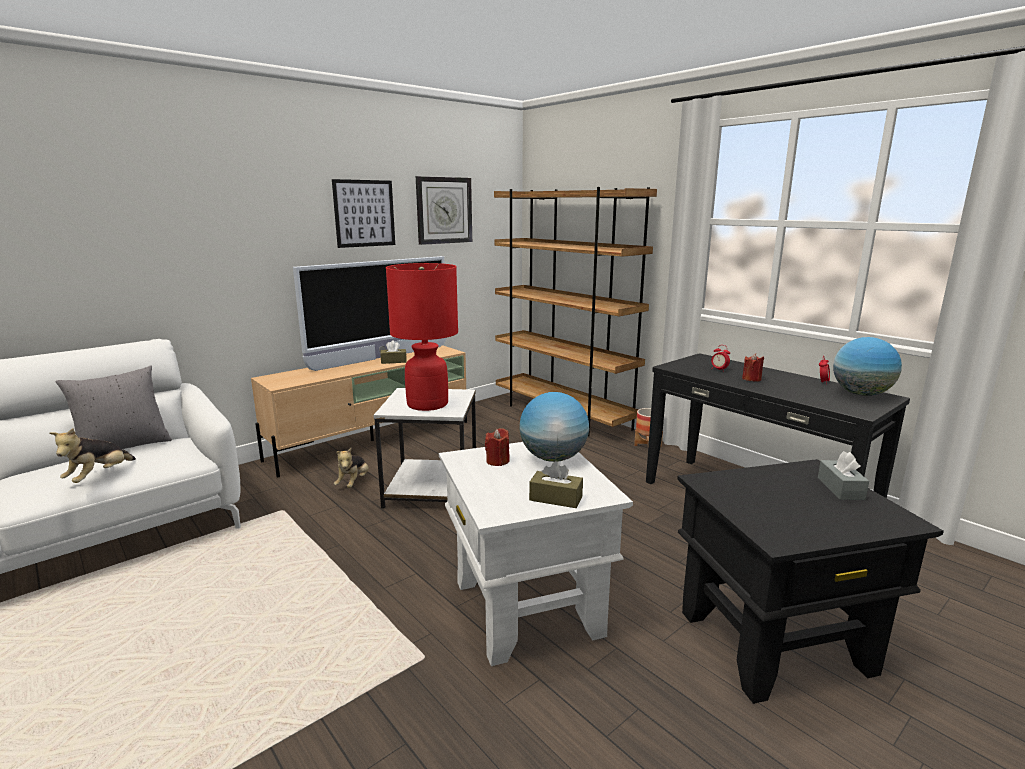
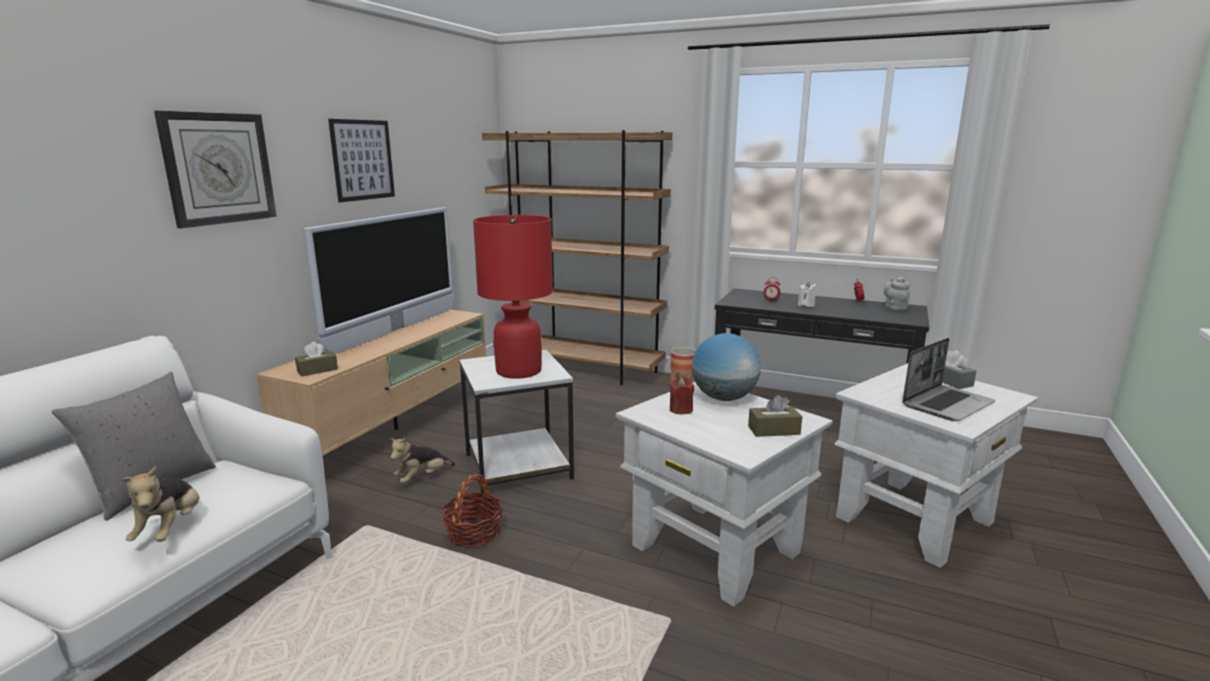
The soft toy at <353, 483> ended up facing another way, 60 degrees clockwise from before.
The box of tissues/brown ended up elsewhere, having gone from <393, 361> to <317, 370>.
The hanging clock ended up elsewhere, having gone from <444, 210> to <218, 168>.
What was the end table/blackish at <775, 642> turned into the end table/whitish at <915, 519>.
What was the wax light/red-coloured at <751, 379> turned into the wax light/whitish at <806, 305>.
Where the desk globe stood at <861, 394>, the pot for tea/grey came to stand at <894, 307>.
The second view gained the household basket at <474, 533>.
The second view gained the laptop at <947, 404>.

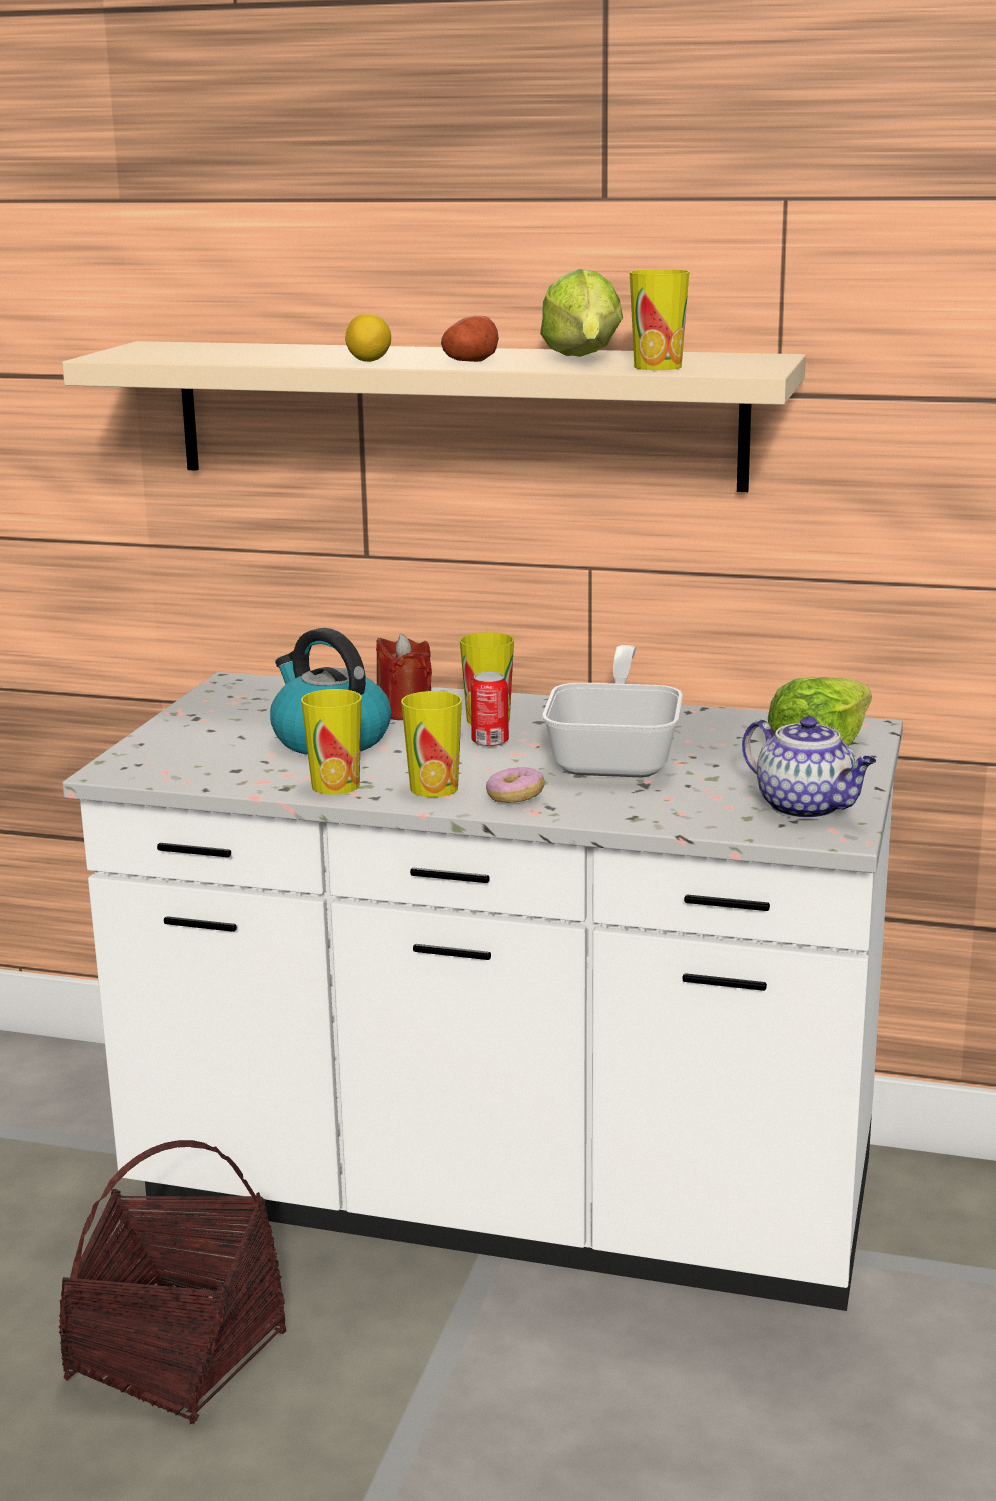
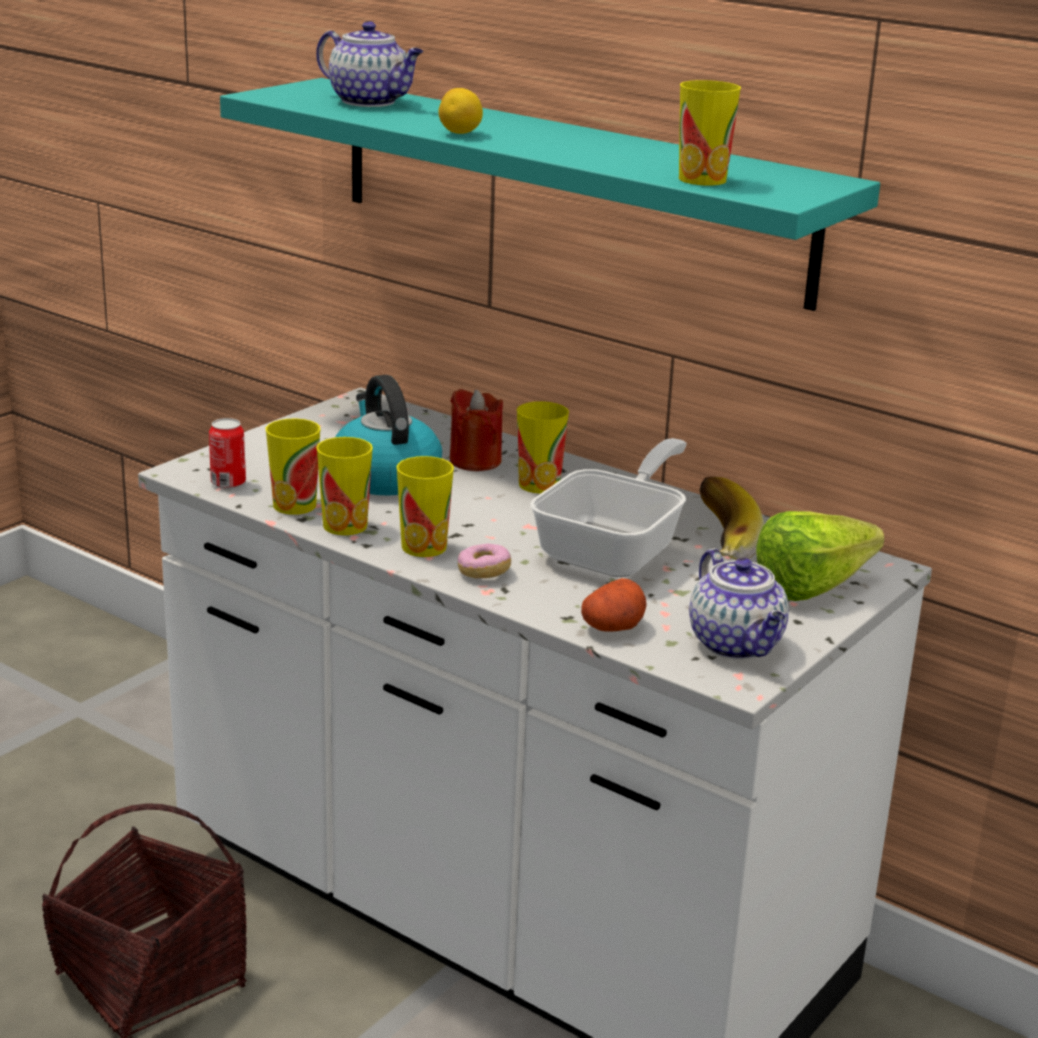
What was the shelf/sand-coloured at <455, 414> turned into the shelf/blue-green at <567, 188>.
The potato ended up elsewhere, having gone from <471, 362> to <613, 627>.
The can ended up elsewhere, having gone from <490, 742> to <228, 483>.
The second view lost the lettuce at <582, 362>.
The second view gained the small cup at <294, 505>.
The second view gained the pot for tea at <371, 102>.
The second view gained the banana at <716, 540>.

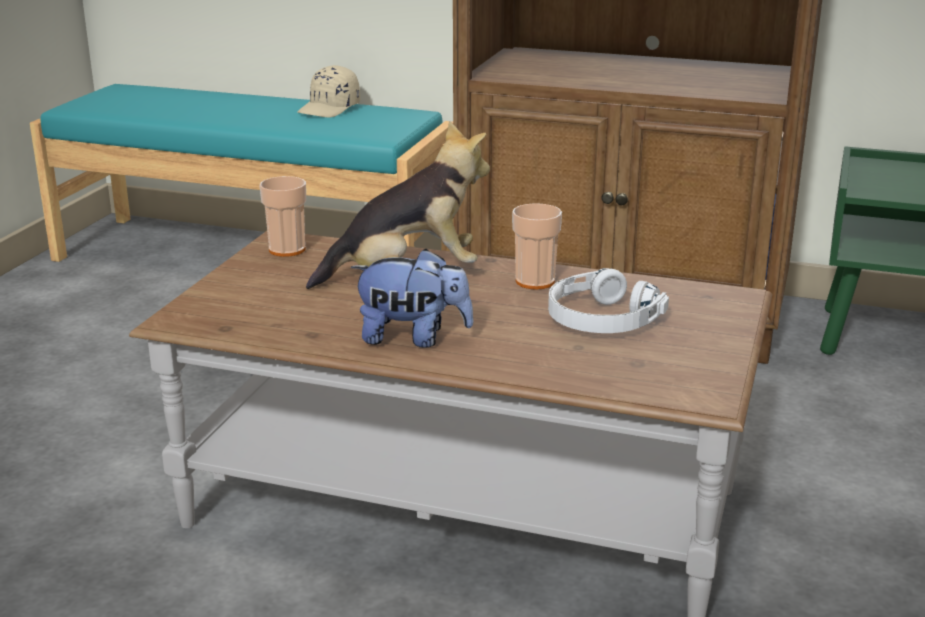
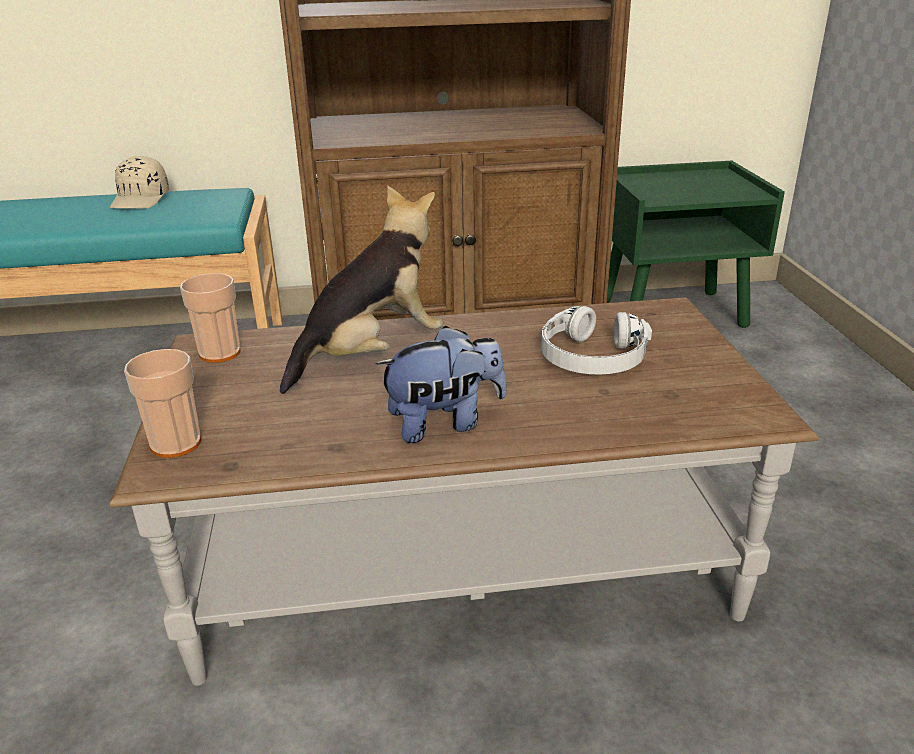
The small cup ended up elsewhere, having gone from <535, 281> to <176, 444>.

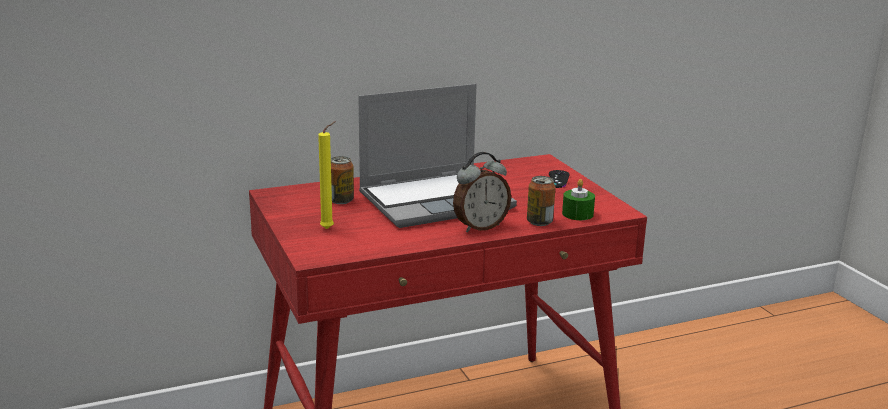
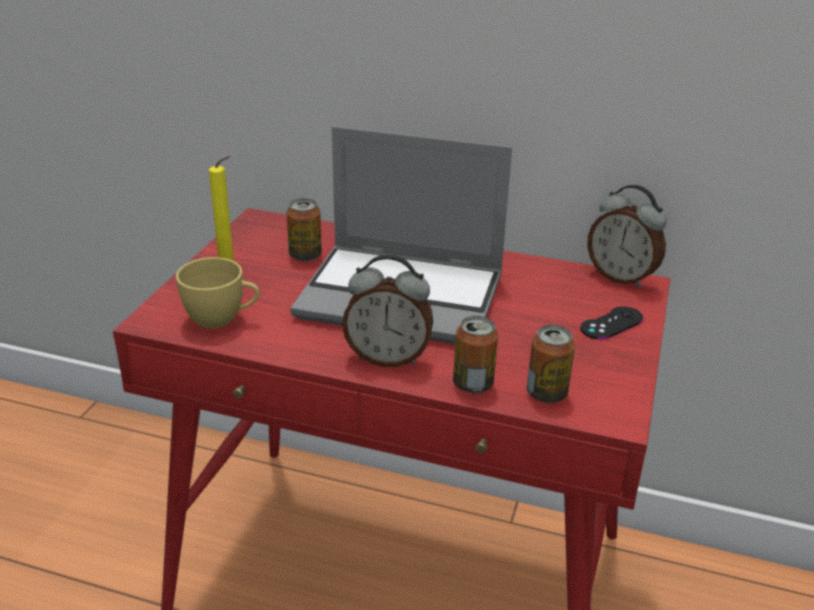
Where the wax light/greenish stood at <577, 214>, the can came to stand at <546, 393>.
The second view gained the small cup/yellowish at <222, 319>.
The second view gained the table clock at <621, 277>.

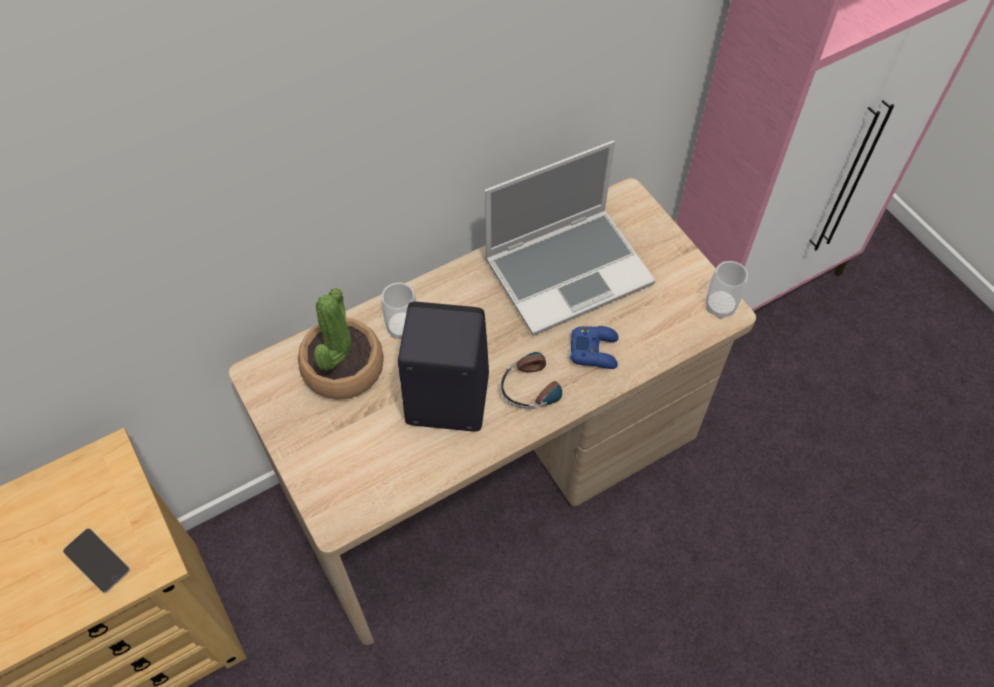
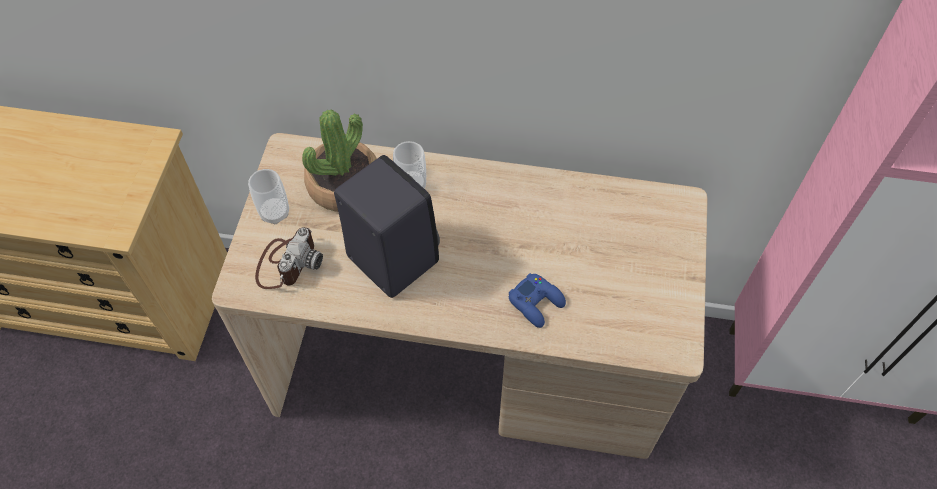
The second view lost the telephone at <96, 560>.
The second view lost the laptop at <569, 270>.
The second view lost the pair of headphones at <539, 384>.
The small cup ended up elsewhere, having gone from <720, 306> to <274, 213>.
The second view gained the still camera at <287, 262>.

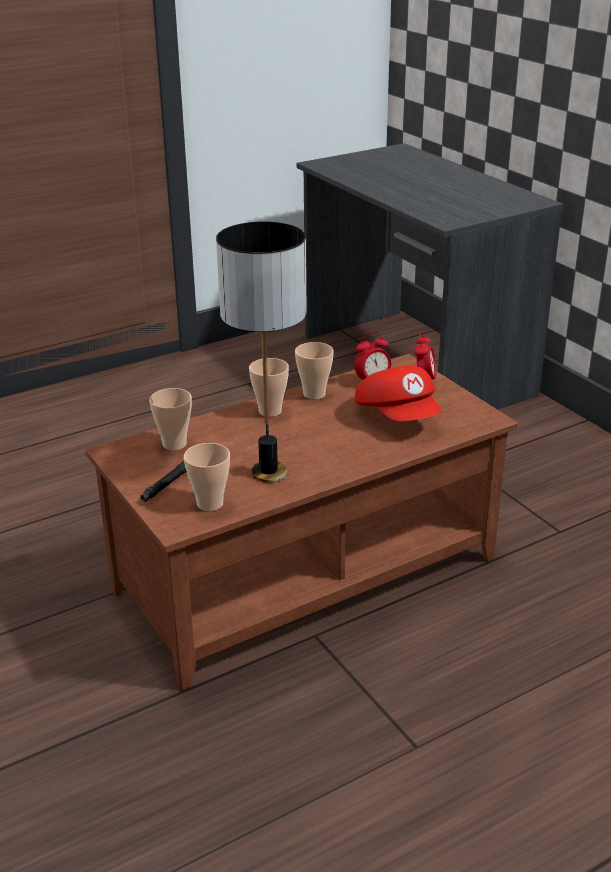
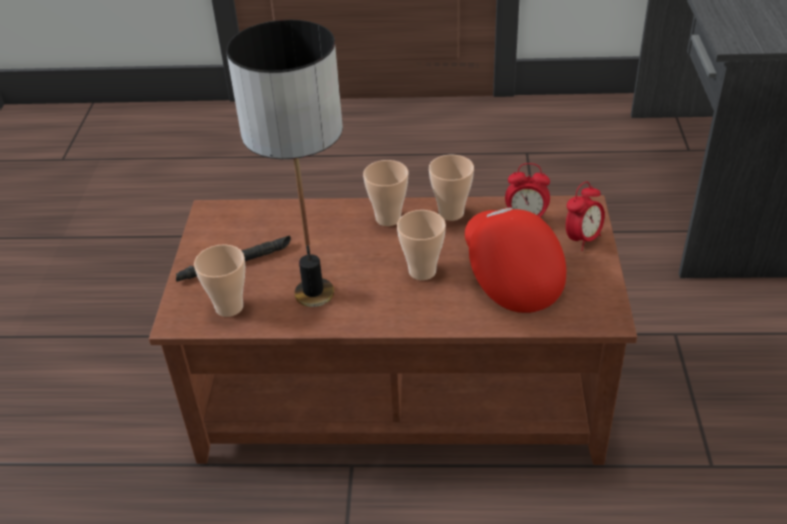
The small cup ended up elsewhere, having gone from <174, 444> to <422, 271>.
The cap/red-coloured at <399, 416> ended up facing another way, 150 degrees clockwise from before.

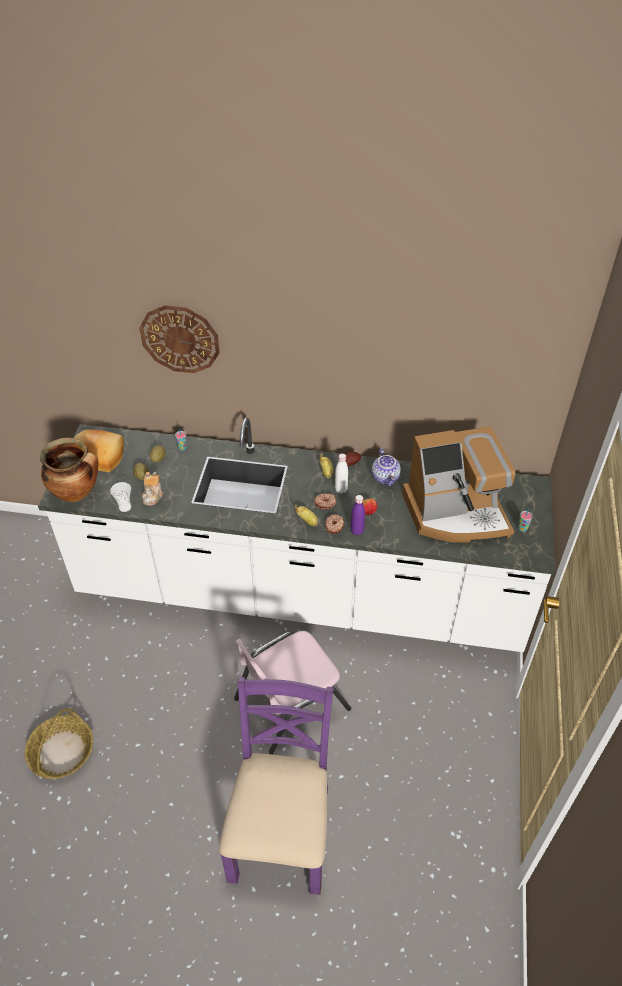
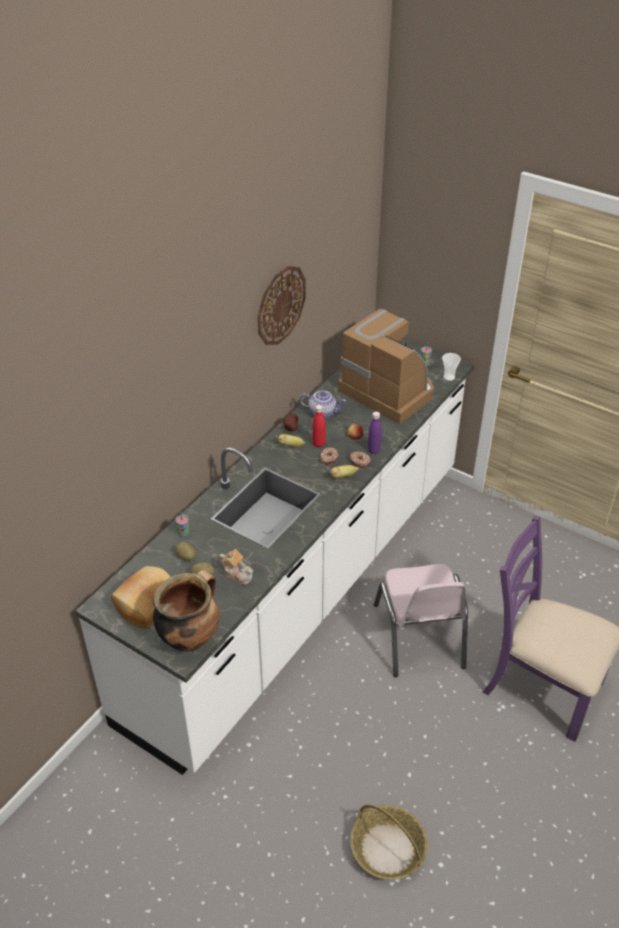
The small cup ended up elsewhere, having gone from <125, 507> to <449, 377>.
The hanging clock ended up elsewhere, having gone from <180, 339> to <280, 305>.
What was the drink bottle/whitish at <341, 489> turned into the drink bottle/red-coloured at <318, 444>.
The coffee machine at <456, 513> ended up facing another way, 60 degrees counterclockwise from before.

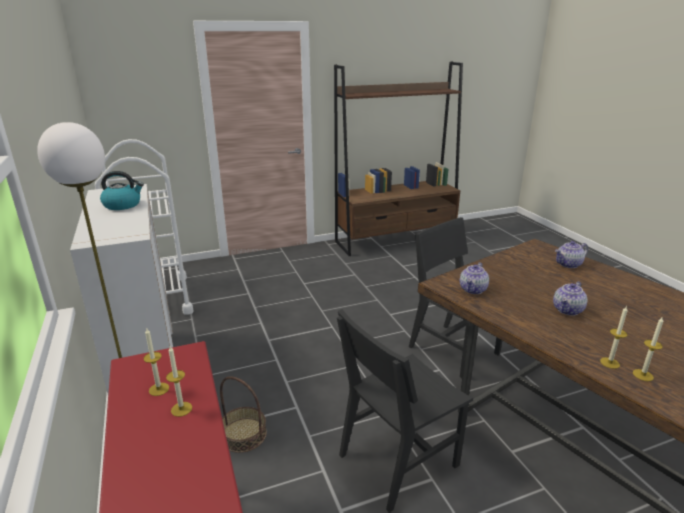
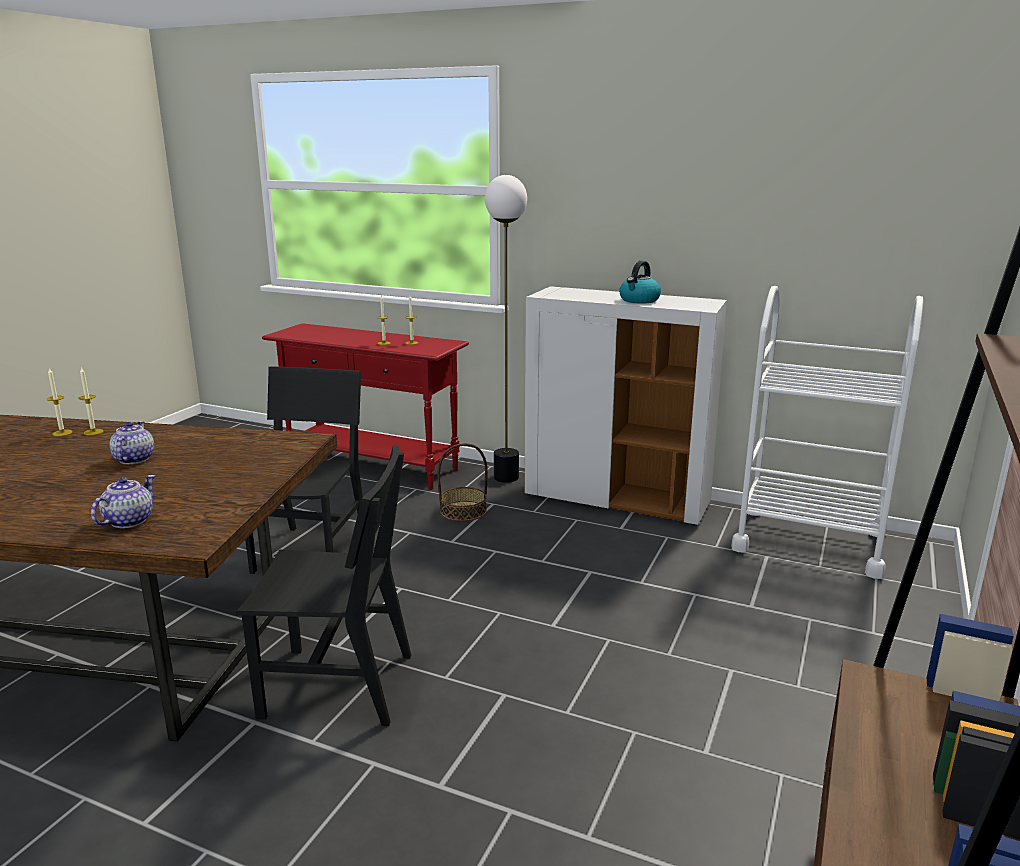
The second view lost the pot for tea at <473, 290>.

